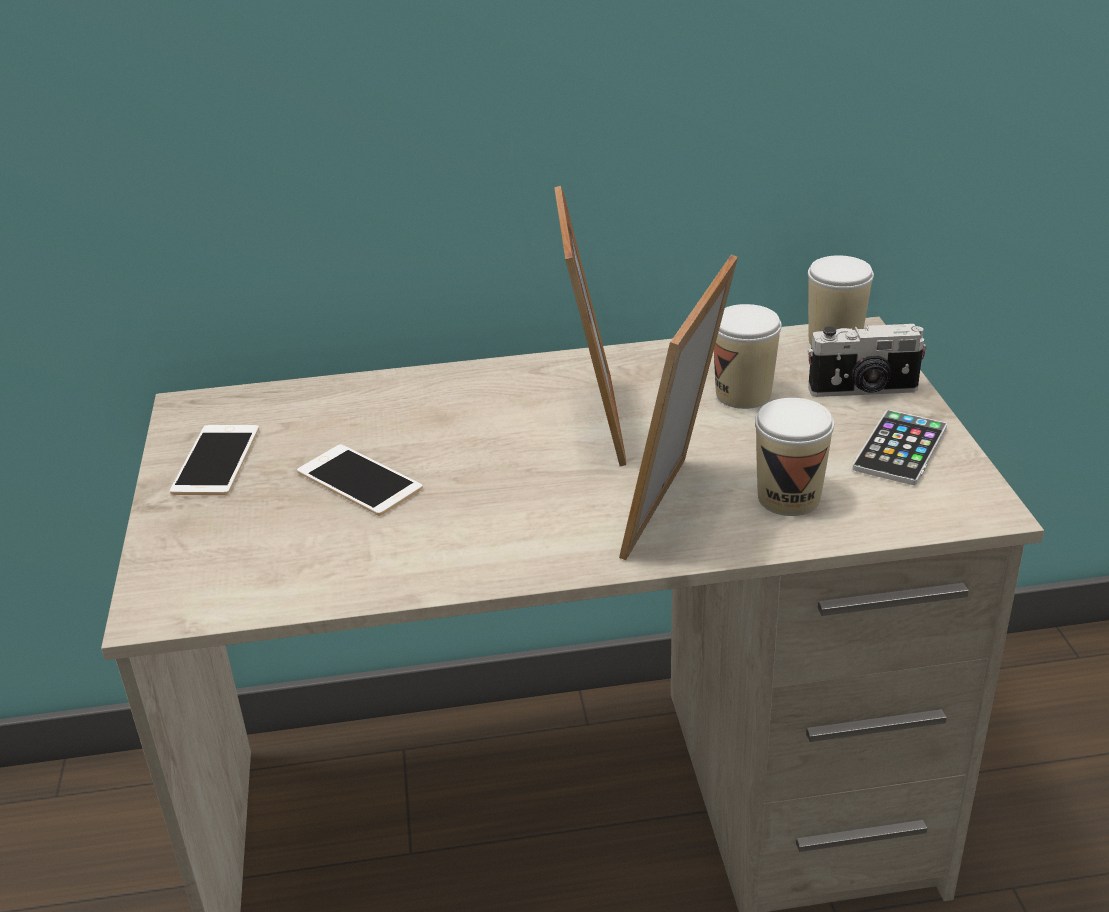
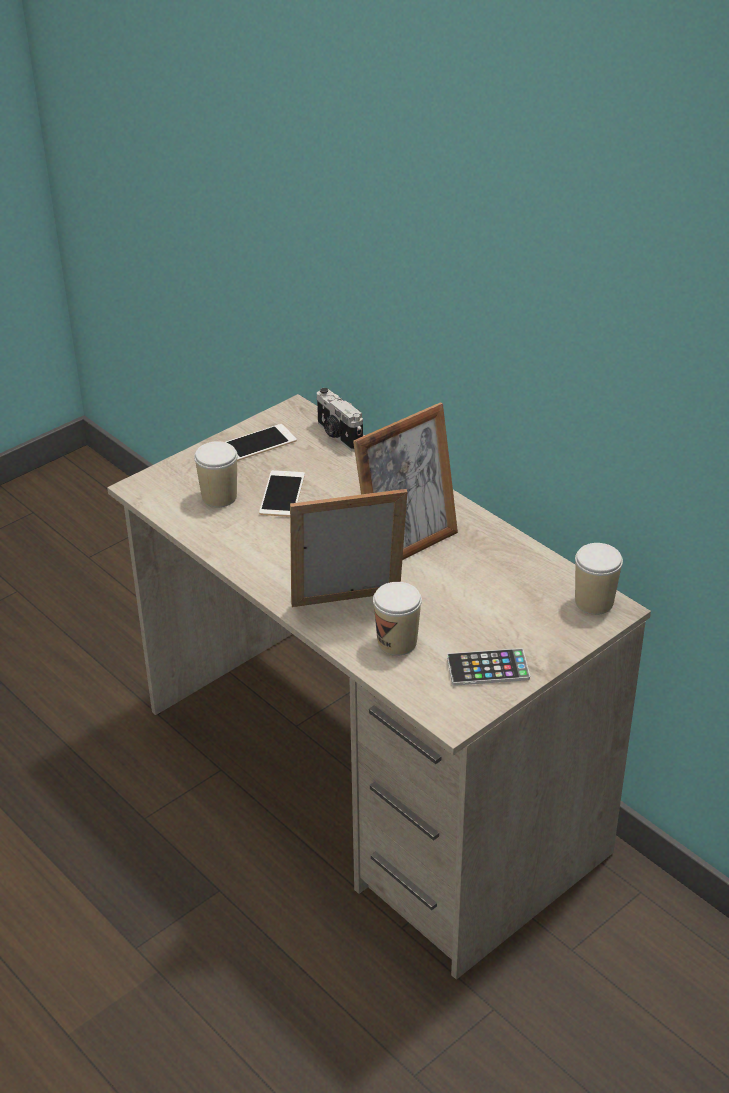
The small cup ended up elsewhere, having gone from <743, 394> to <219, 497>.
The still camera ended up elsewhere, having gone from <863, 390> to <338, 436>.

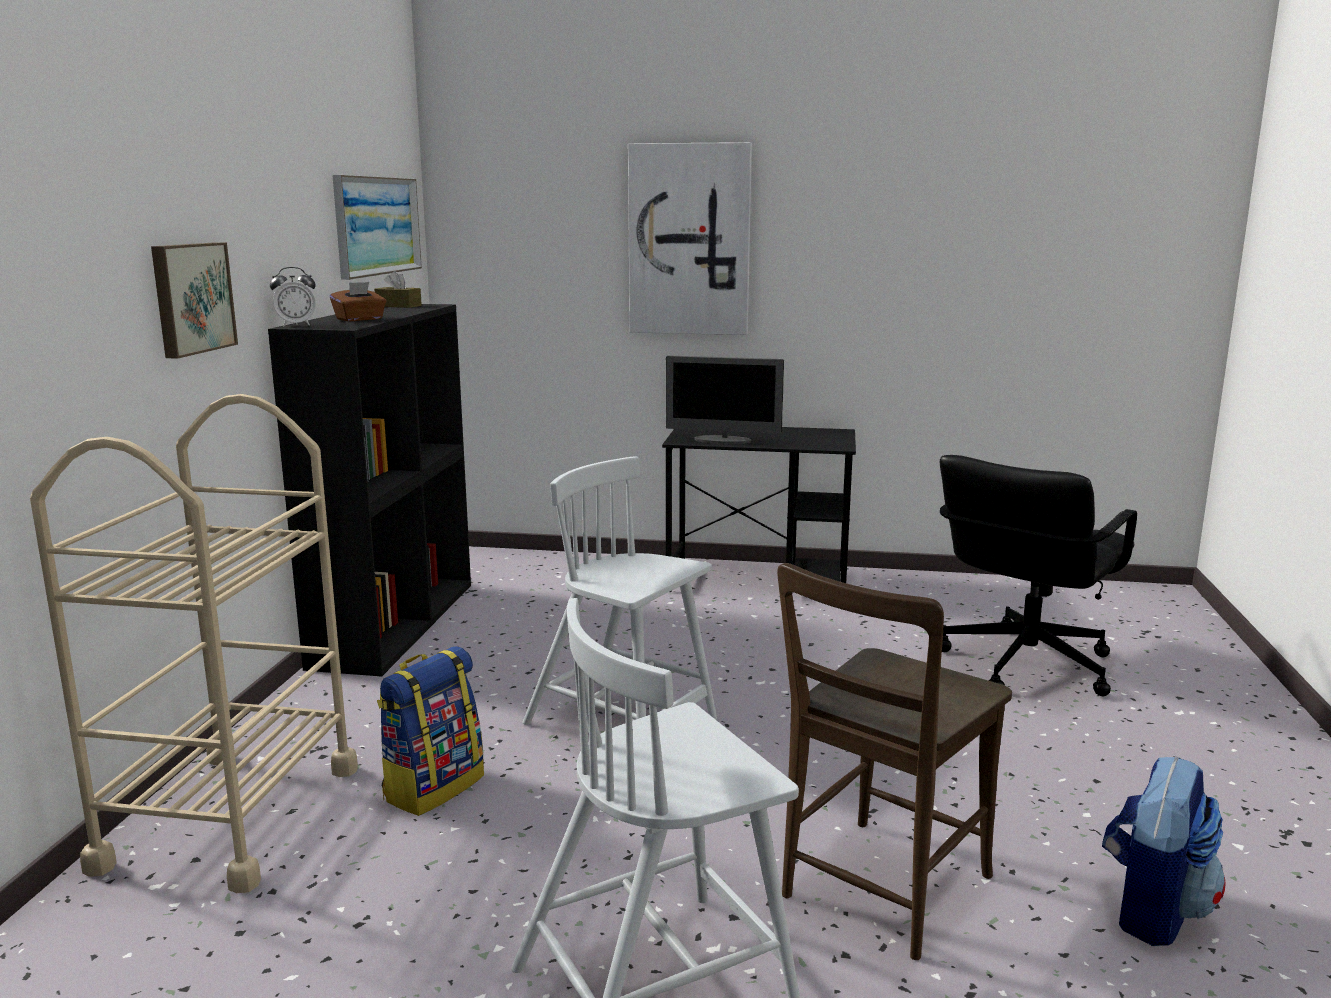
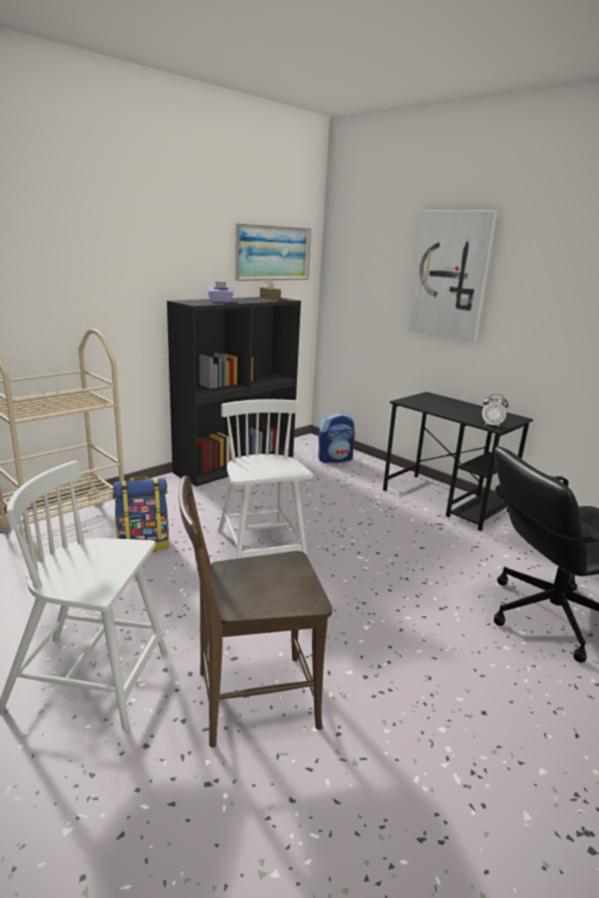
The second view lost the picture at <191, 298>.
The table clock ended up elsewhere, having gone from <296, 325> to <491, 425>.
What was the box of tissues/brown at <360, 319> turned into the box of tissues/purple at <220, 301>.
The second view lost the computer display at <723, 440>.
The knapsack ended up elsewhere, having gone from <1152, 910> to <335, 459>.

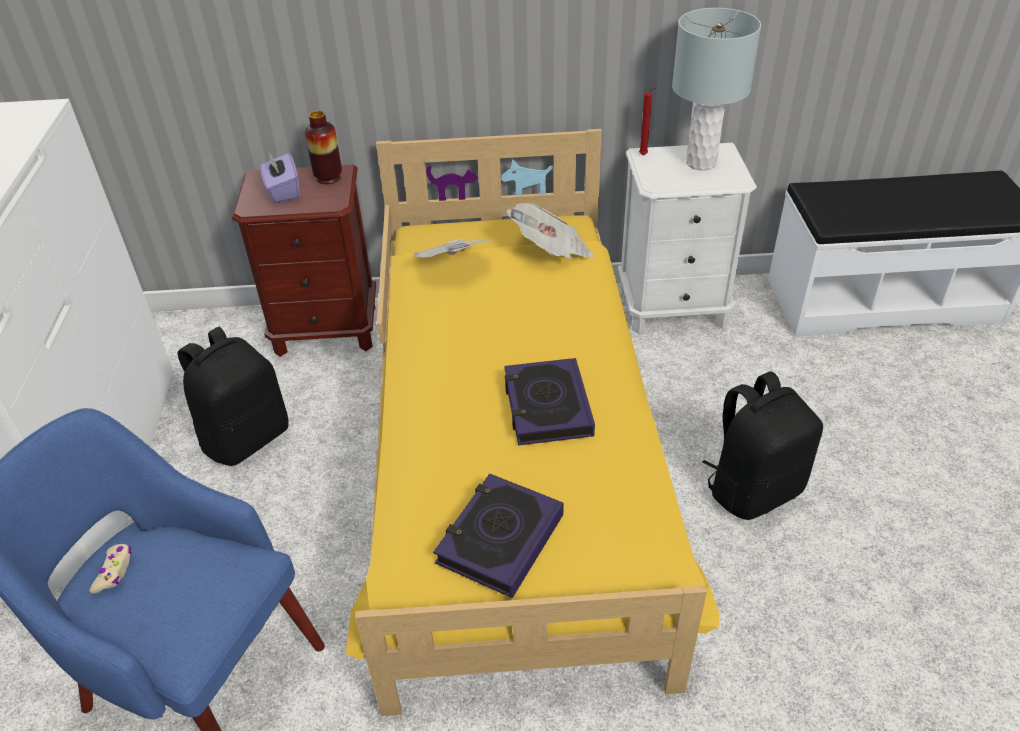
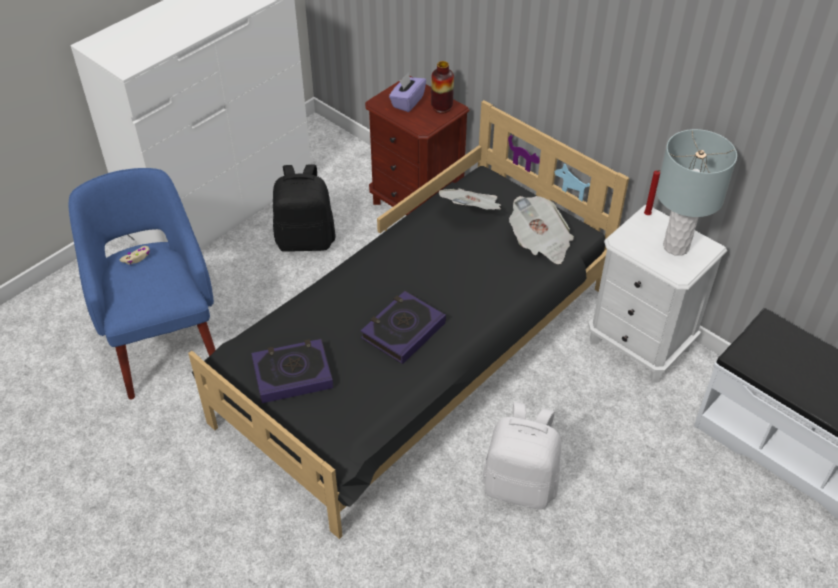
What was the bed/yellowish at <514, 456> turned into the bed/blackish at <417, 356>.
What was the knapsack/blackish at <753, 489> turned into the knapsack/whitish at <520, 485>.

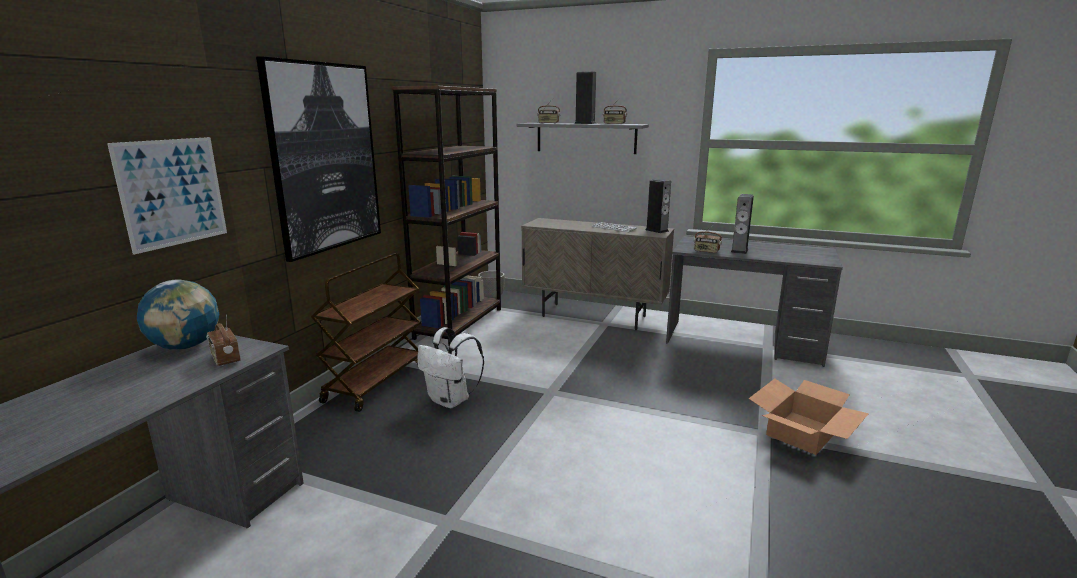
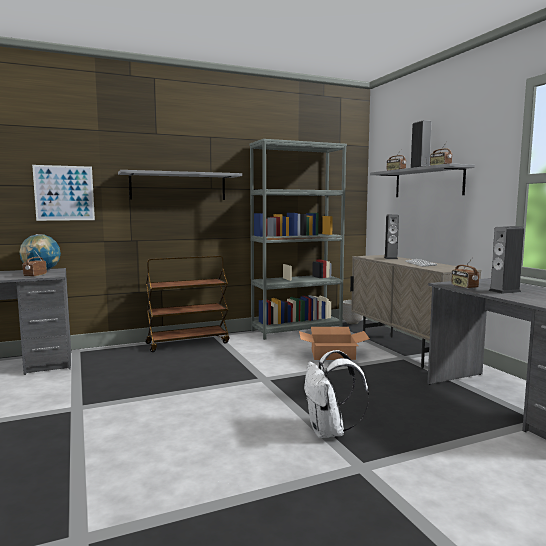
Where the picture hung at <325, 158>, the shelf/grey came to hang at <178, 186>.
What was the bookshelf/brown at <459, 323> turned into the bookshelf/grey at <297, 330>.
The knapsack/whitish ended up elsewhere, having gone from <451, 400> to <329, 432>.
The speaker ended up elsewhere, having gone from <656, 230> to <390, 258>.
The carton ended up elsewhere, having gone from <803, 432> to <333, 354>.

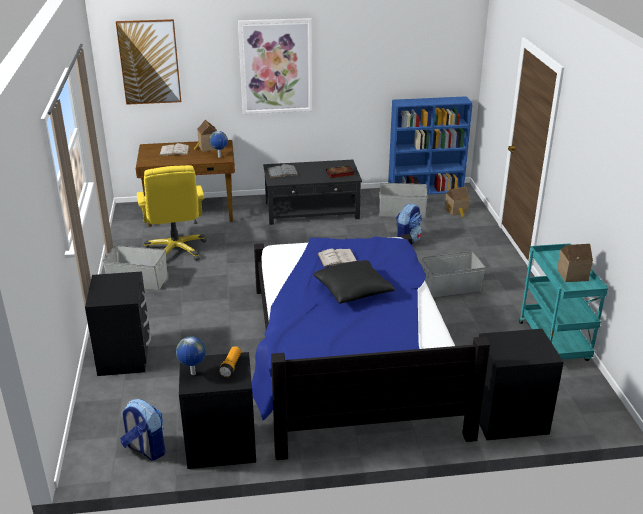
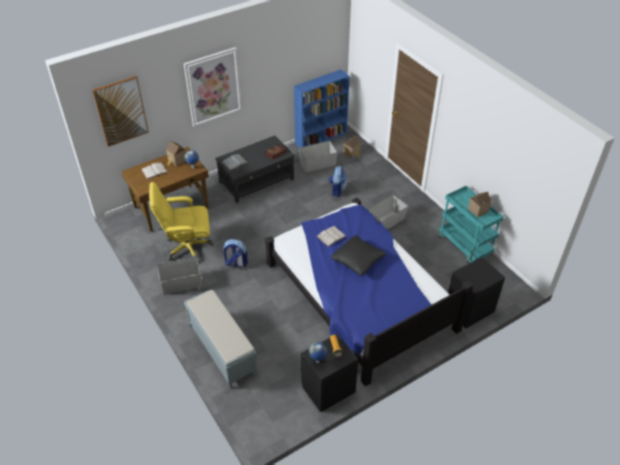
Where the nightstand/blackish stood at <125, 356>, the long seat/grey came to stand at <221, 348>.
The knapsack ended up elsewhere, having gone from <145, 449> to <235, 263>.
The desk chair/yellowish at <176, 250> ended up facing another way, 120 degrees clockwise from before.

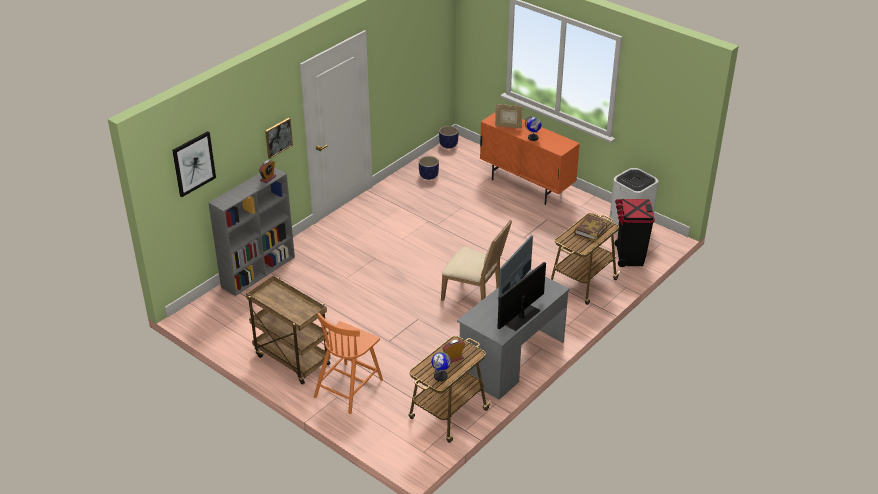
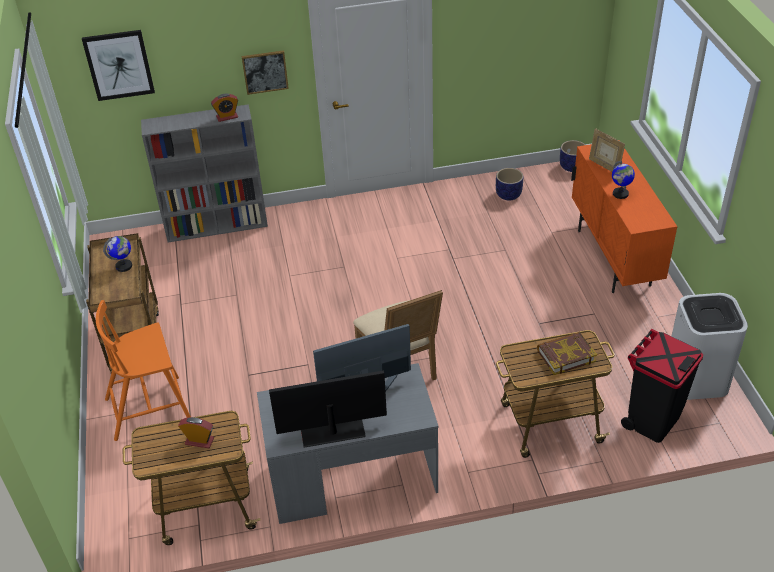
The desk globe ended up elsewhere, having gone from <440, 376> to <124, 266>.

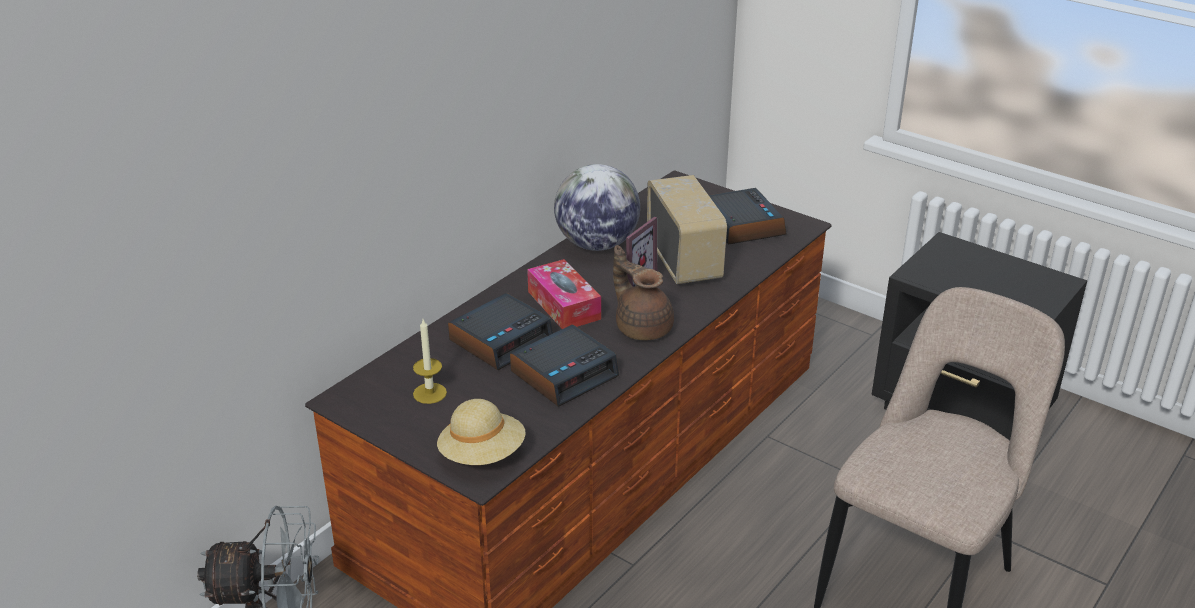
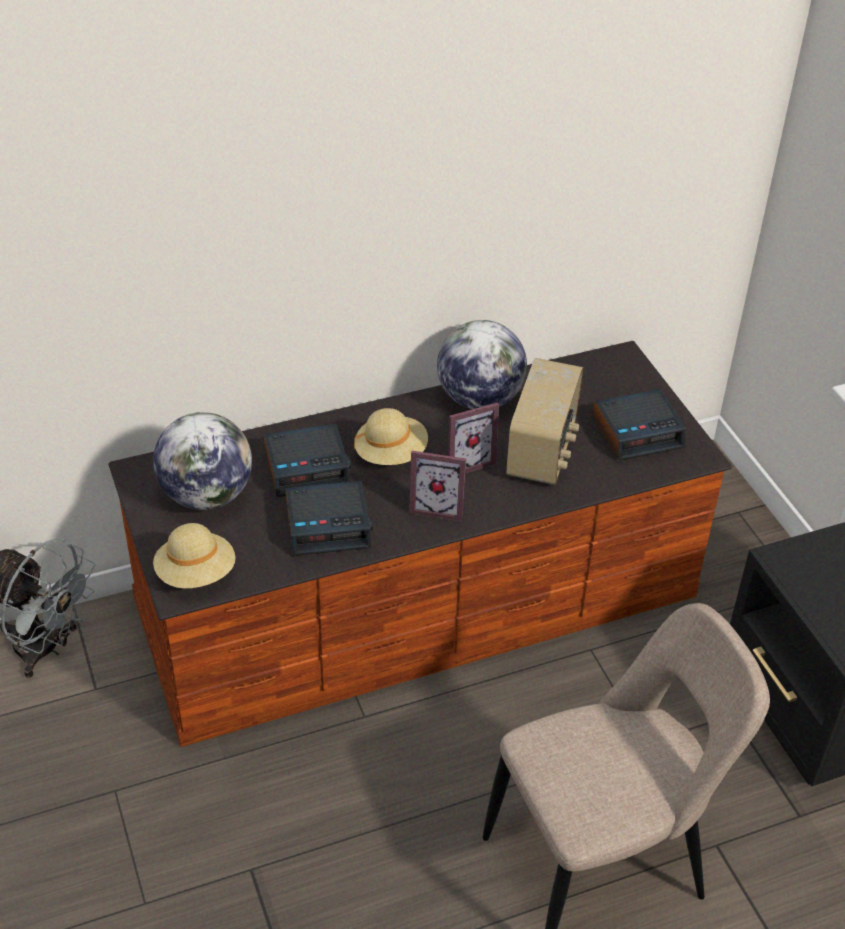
Where the wax light stood at <430, 393>, the desk globe came to stand at <206, 495>.
Where the box of tissues stood at <564, 305>, the clothing hat/sand-coloured came to stand at <391, 453>.
Where the pot for tea/brown stood at <642, 327>, the photo frame came to stand at <438, 506>.
The table clock at <742, 225> ended up facing another way, 60 degrees clockwise from before.

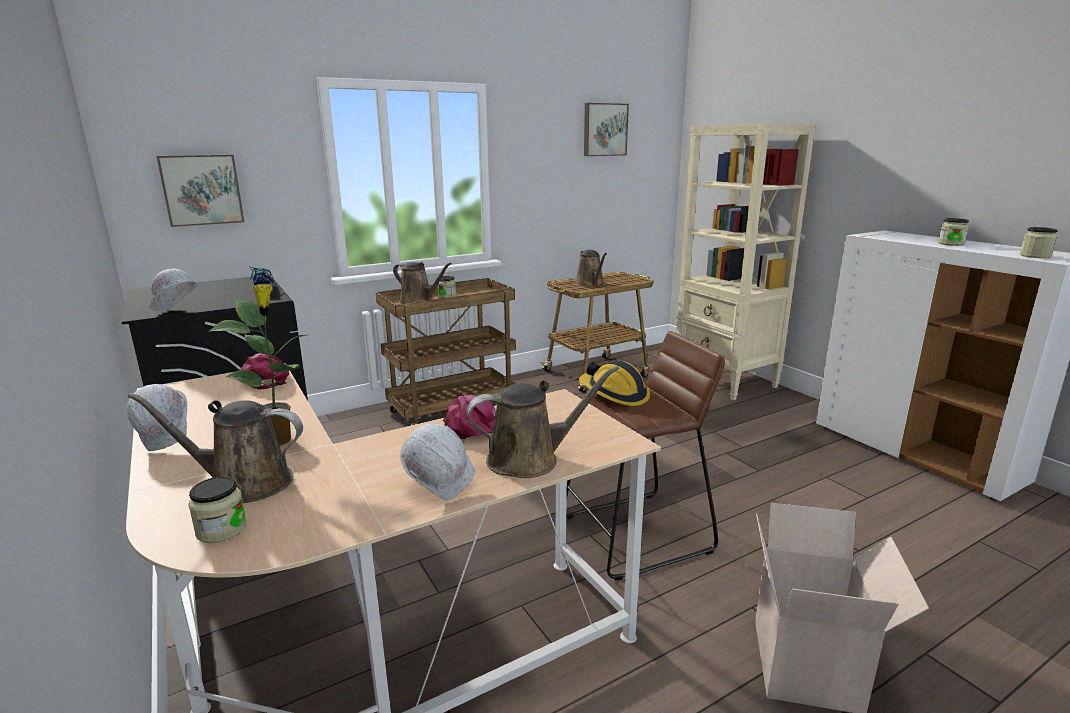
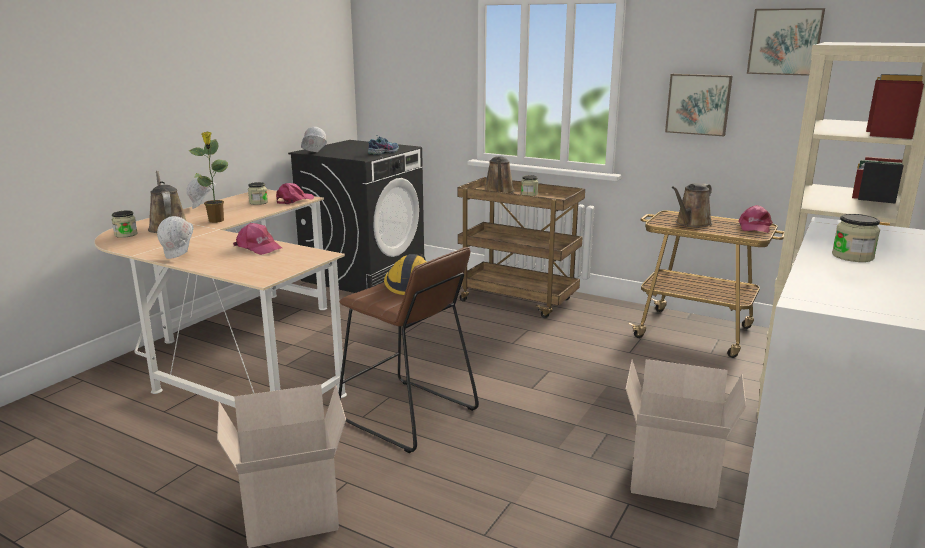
The picture ended up elsewhere, having gone from <201, 190> to <698, 104>.
The second view lost the sprinkling can/brown at <530, 459>.
The jar ended up elsewhere, having gone from <1035, 256> to <258, 202>.
The second view gained the carton at <671, 481>.
The second view gained the cap/pink at <754, 227>.

